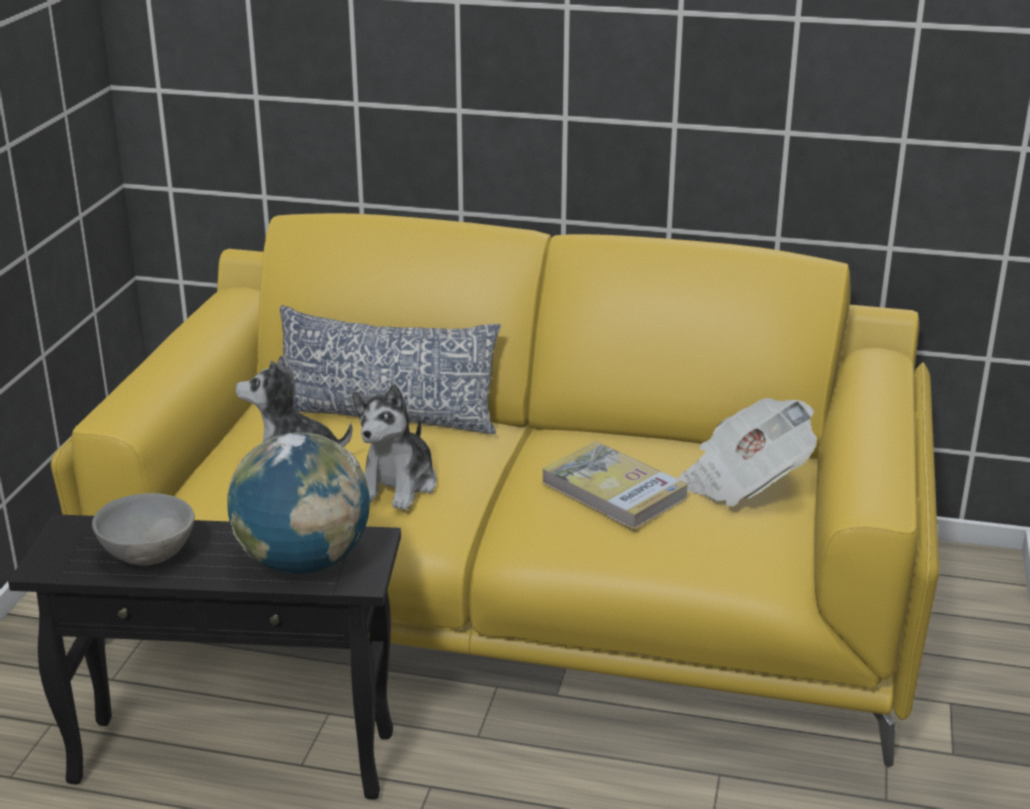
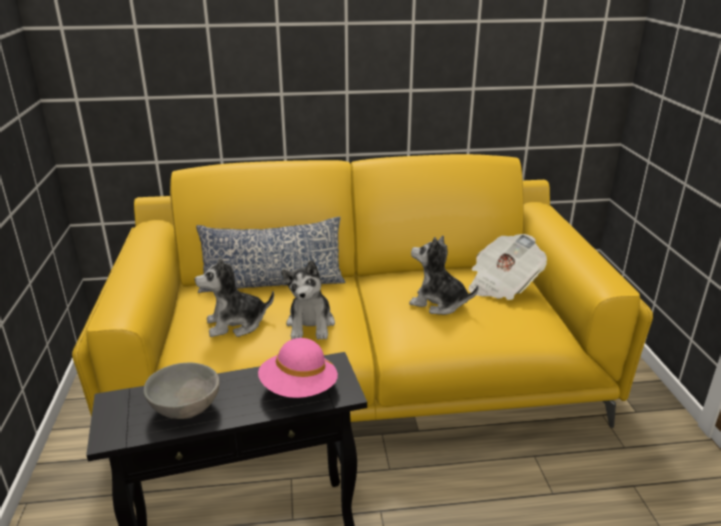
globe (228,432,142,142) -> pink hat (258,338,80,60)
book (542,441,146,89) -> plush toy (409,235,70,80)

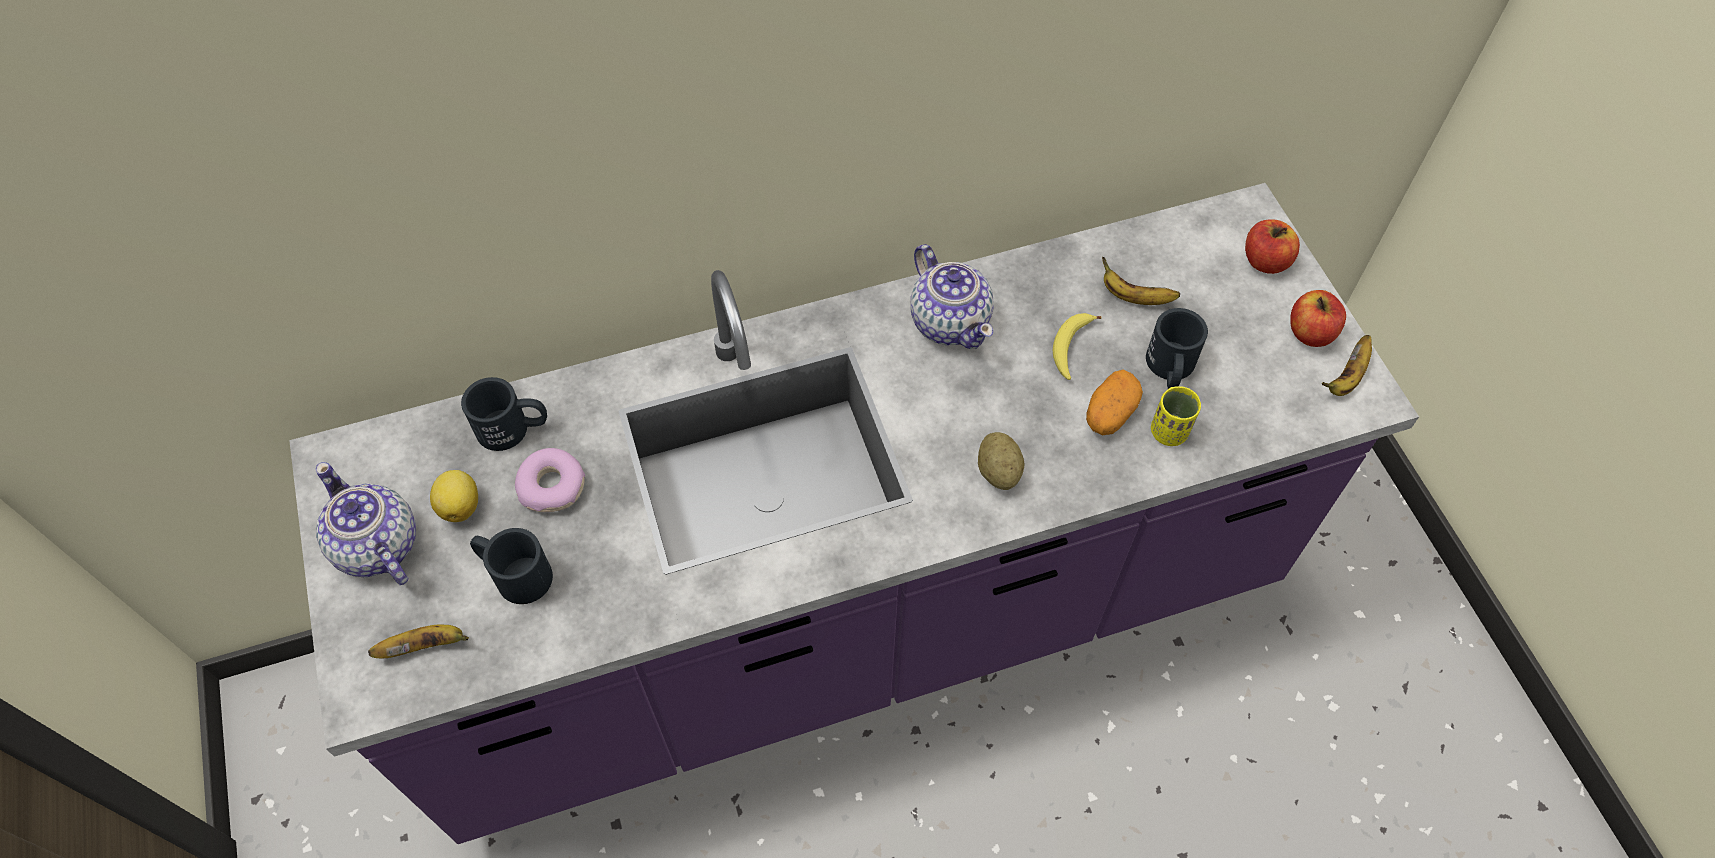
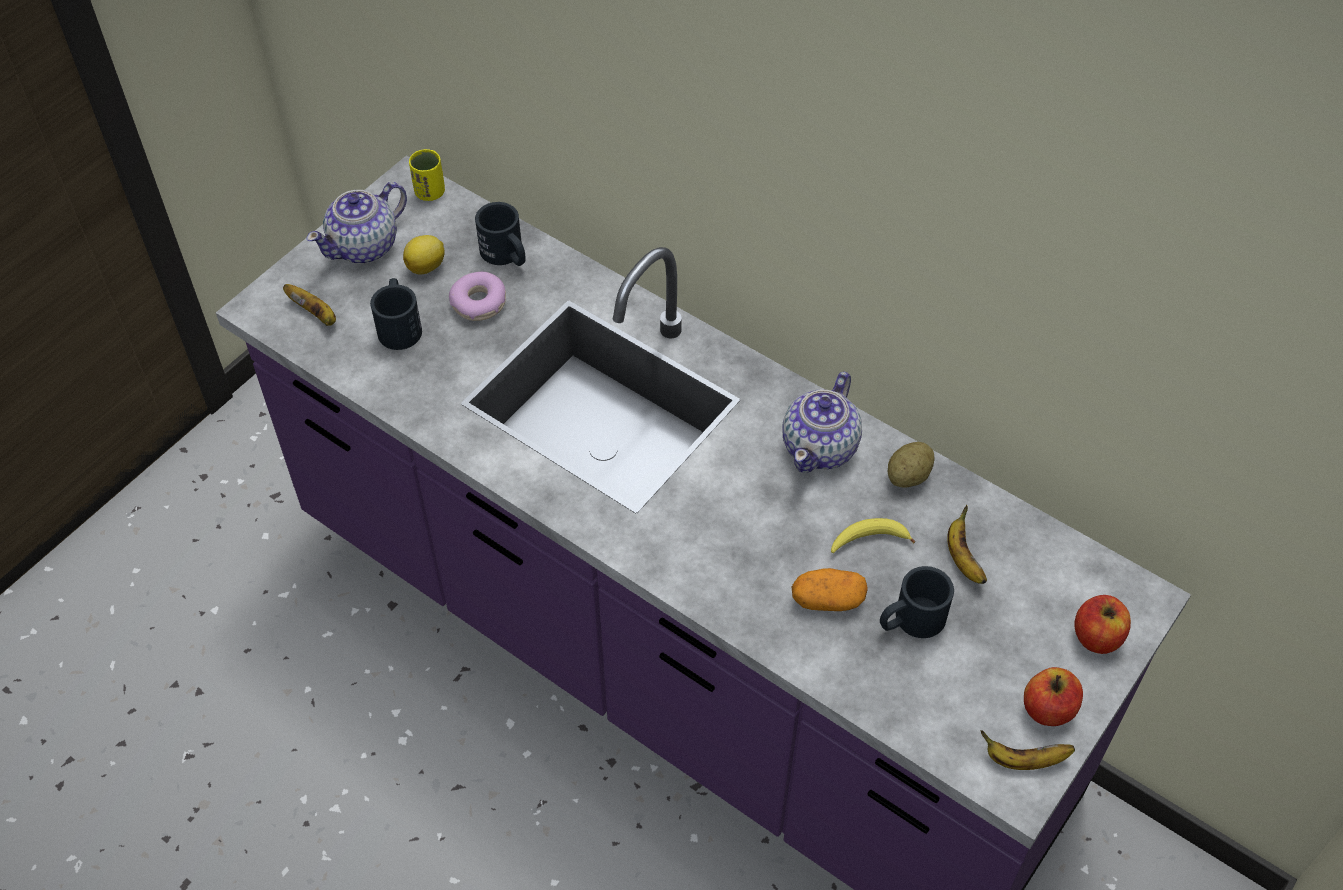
potato (978,432,46,58) -> potato (888,442,47,45), move
yellow cup (1151,386,50,60) -> yellow cup (409,149,36,52), move
teapot (316,462,100,123) -> teapot (306,182,101,81), 150 degrees counterclockwise

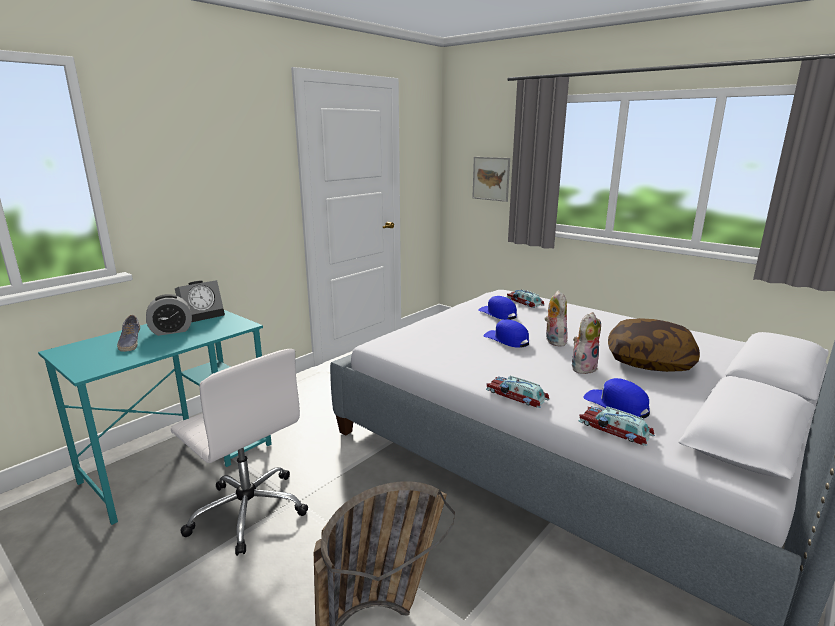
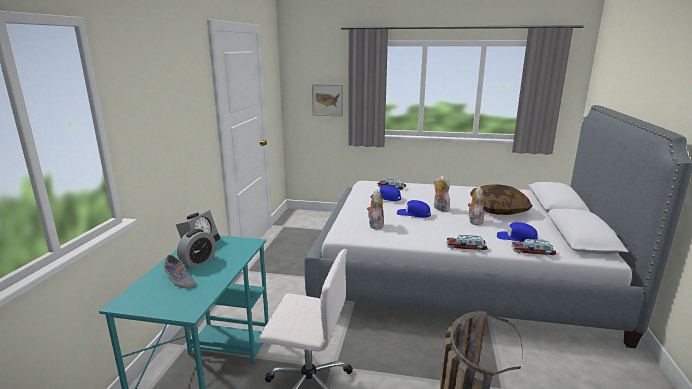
none -> plush toy (367,189,17,41)

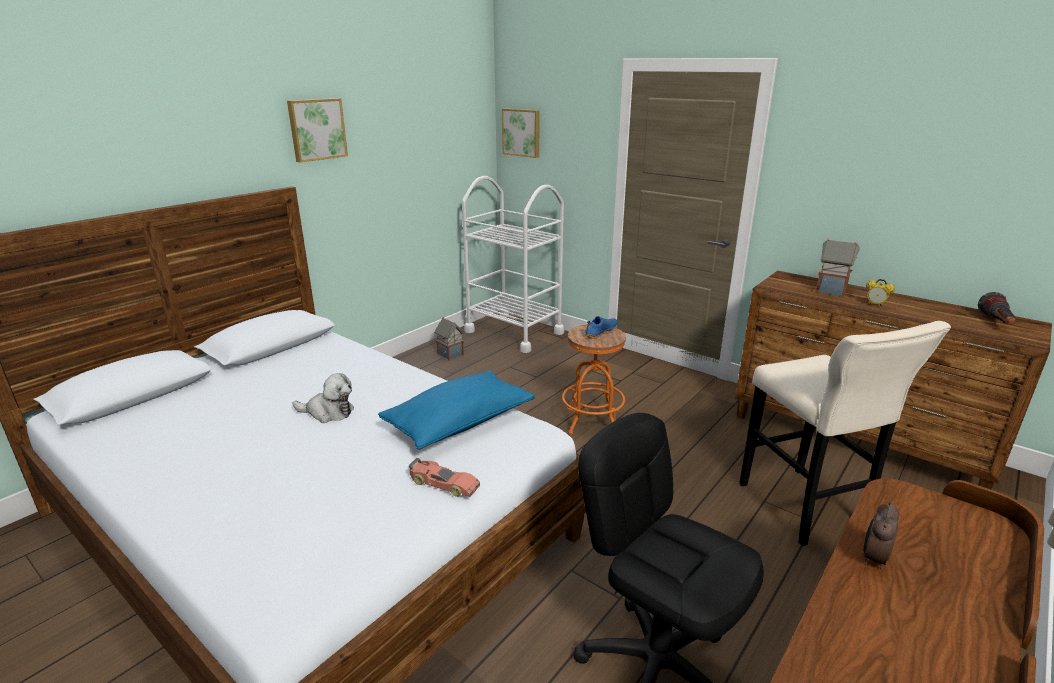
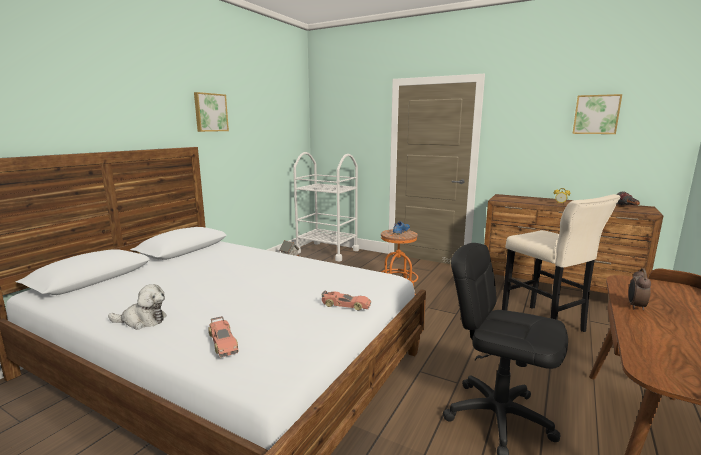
blue pillow (378,370,156,80) -> none
toy house (815,238,45,59) -> none
none -> toy car (208,316,30,41)
plush toy (293,373,61,50) -> plush toy (108,284,59,46), move
picture (502,108,38,50) -> picture (572,94,50,40), move

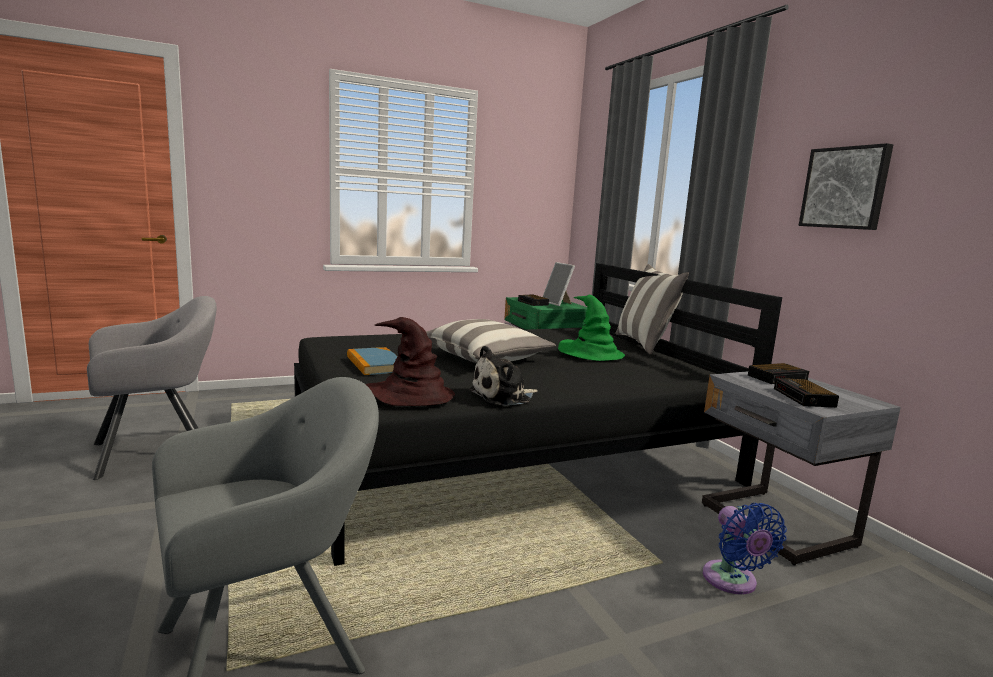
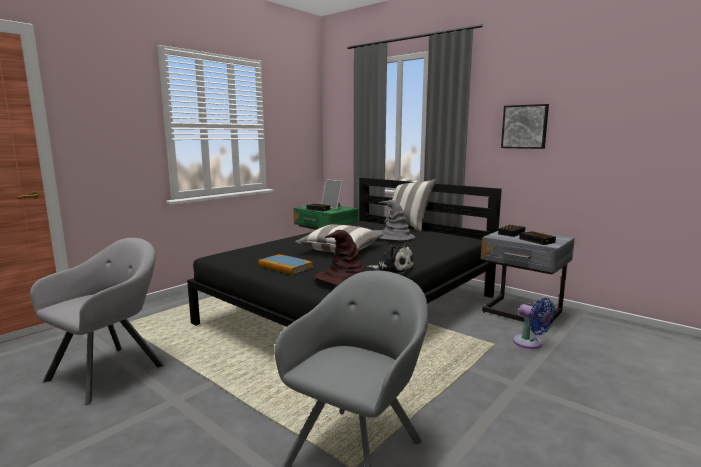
green hat (558,295,67,66) -> grey hat (374,200,41,41)
plush toy (469,346,69,60) -> plush toy (367,243,48,32), 90 degrees counterclockwise

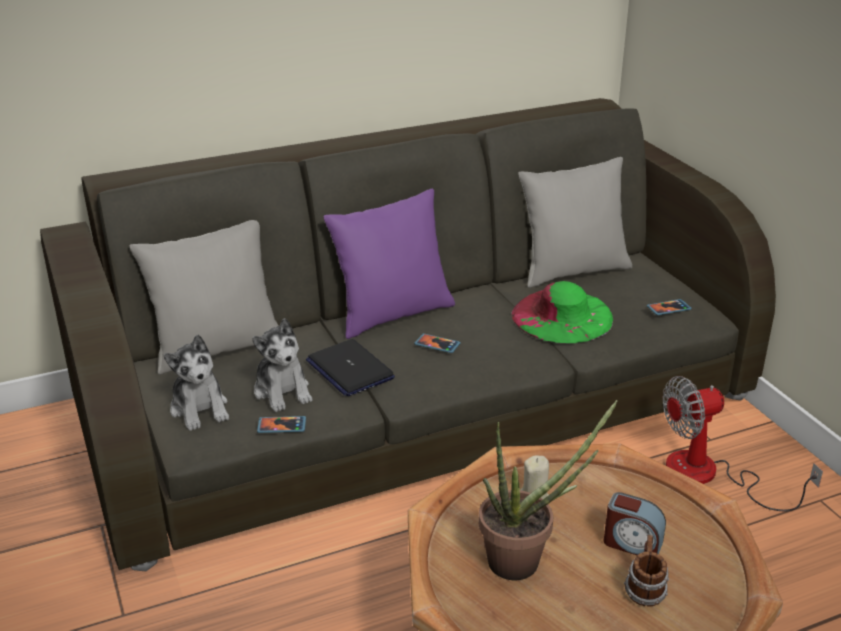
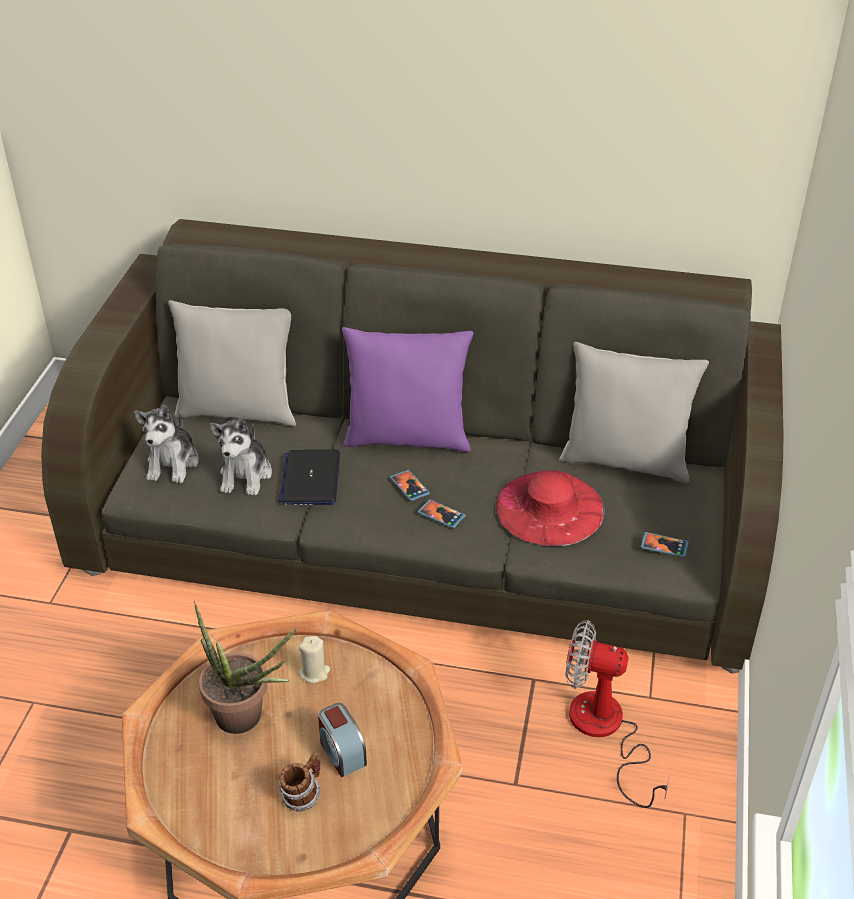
phone (257,416,49,17) -> phone (418,499,48,29), move
green hat (512,281,101,62) -> red hat (495,470,110,76)

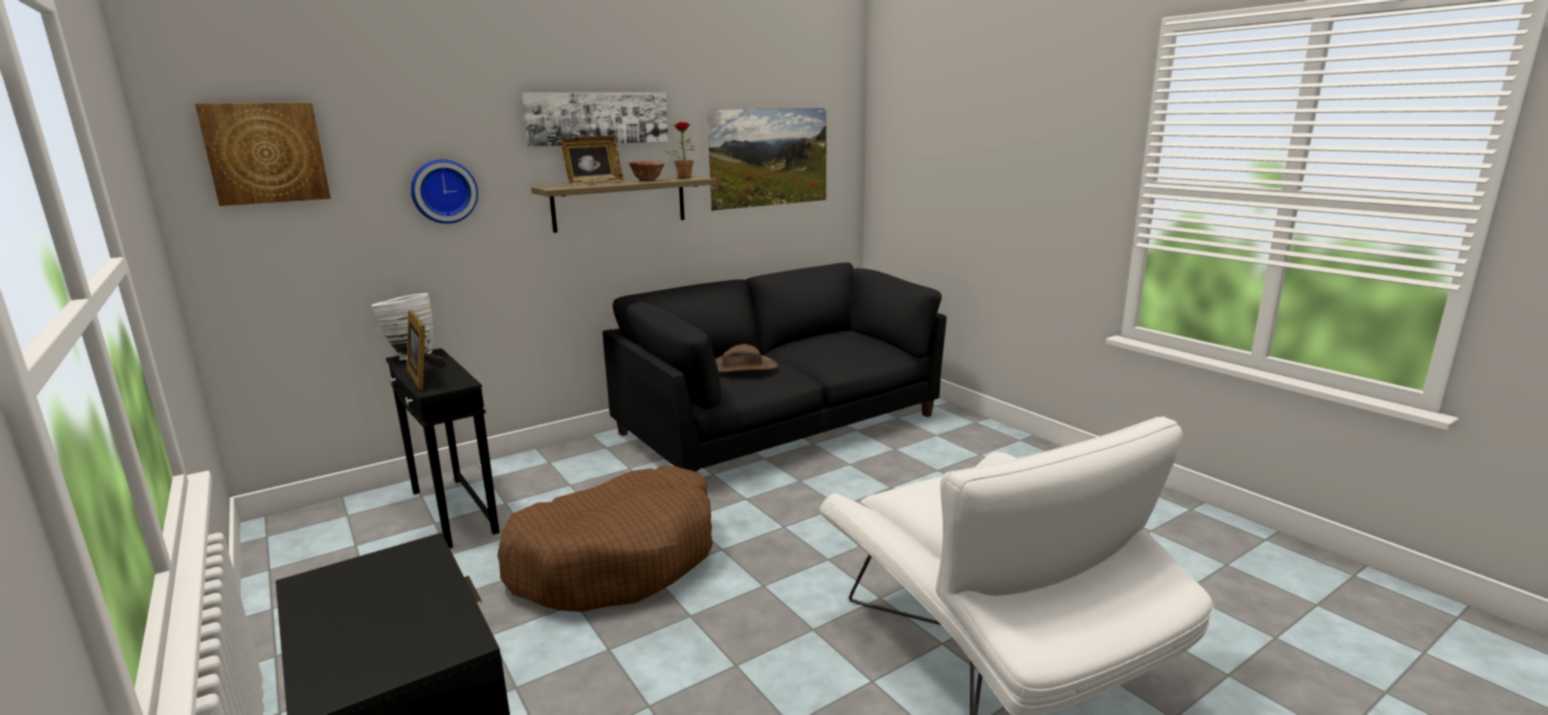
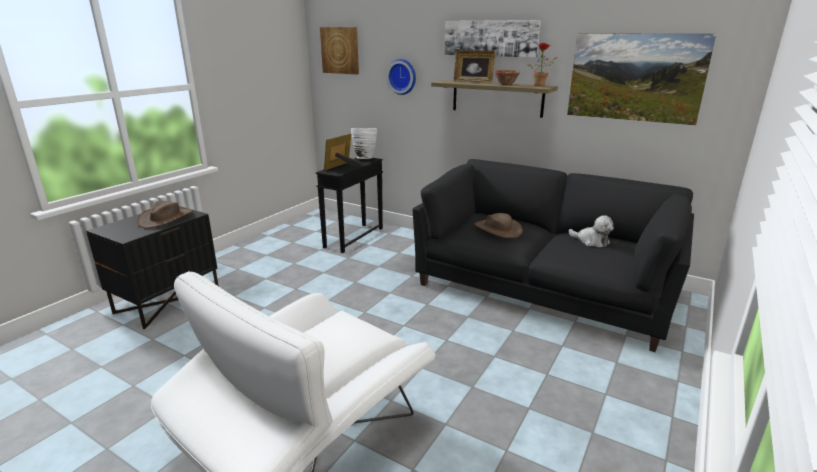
brown dog bed (497,466,216,146) -> none
none -> brown hat (137,201,56,27)
none -> plush toy (569,215,45,32)

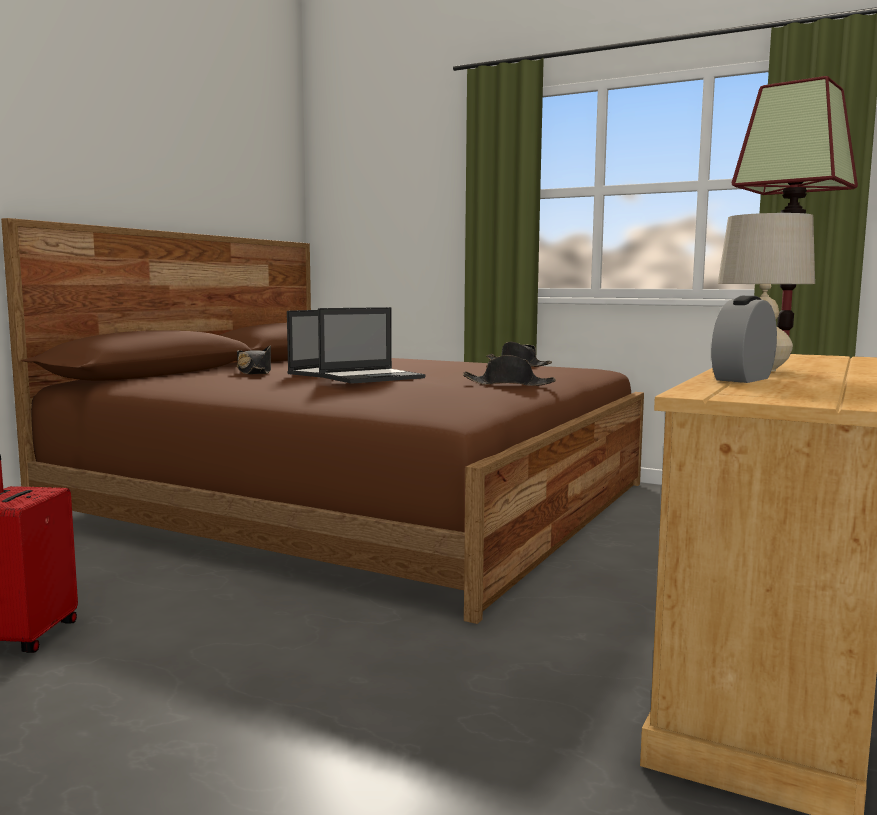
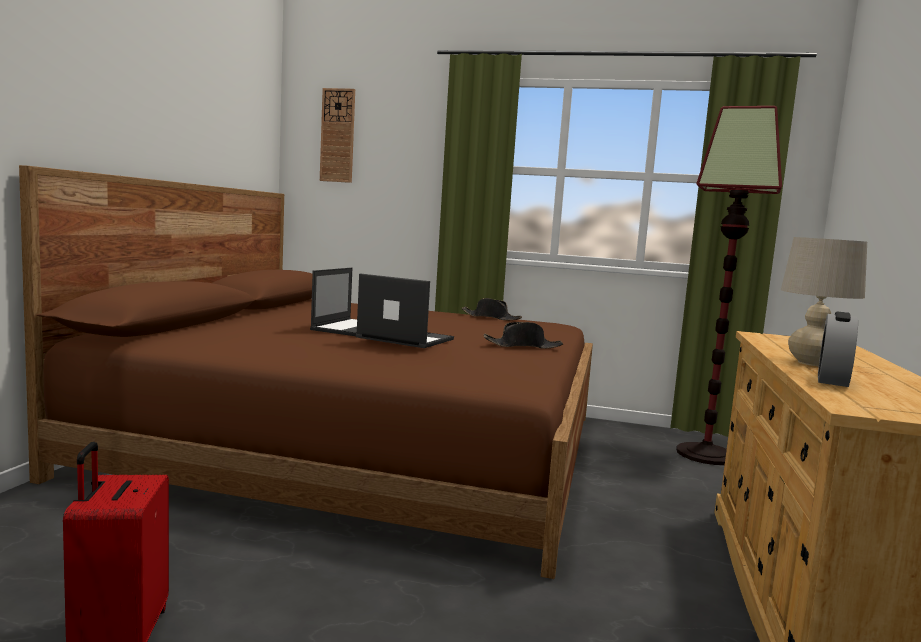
black hat (237,345,34,29) -> none
none -> wall clock (320,88,35,95)
laptop (318,307,107,77) -> laptop (356,273,98,75), 105 degrees counterclockwise

